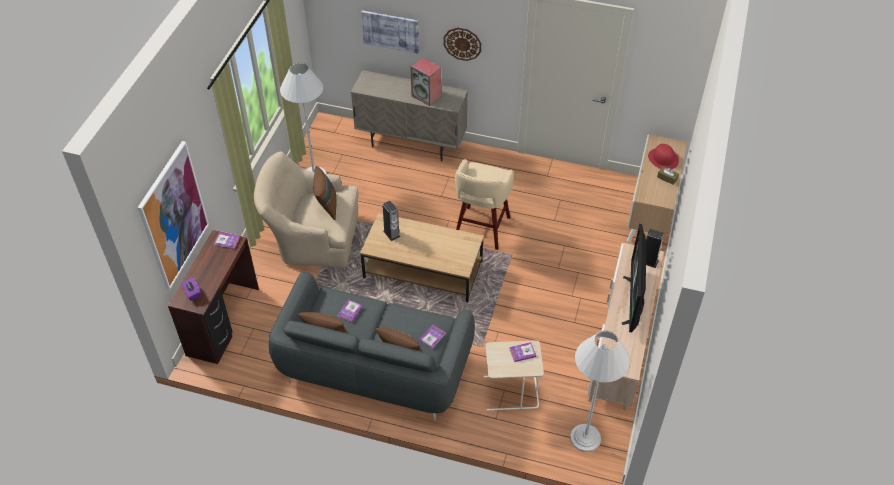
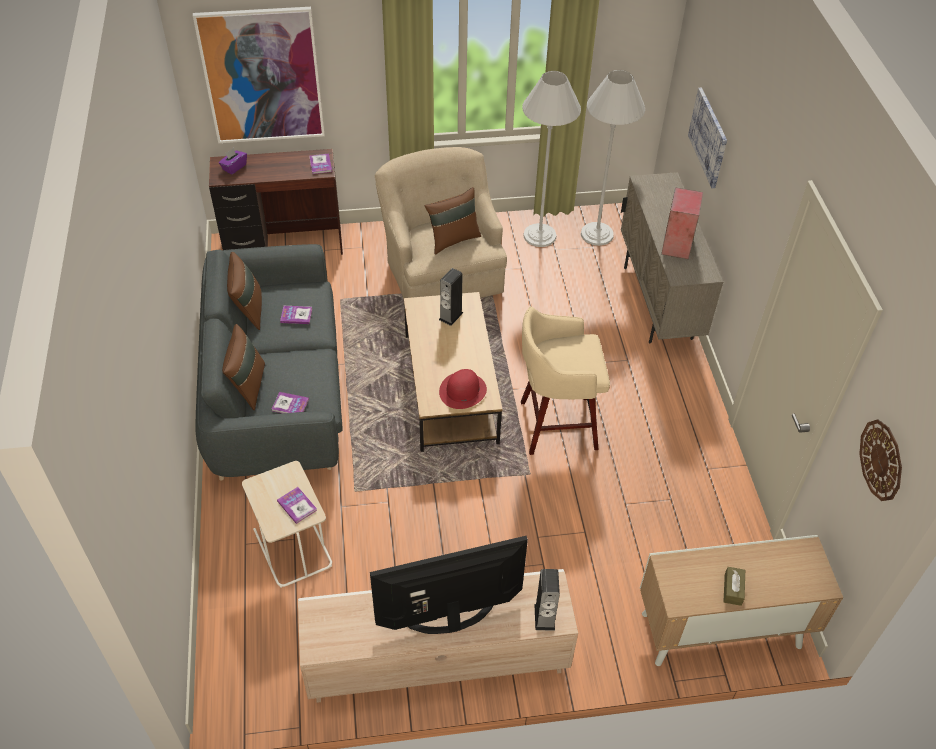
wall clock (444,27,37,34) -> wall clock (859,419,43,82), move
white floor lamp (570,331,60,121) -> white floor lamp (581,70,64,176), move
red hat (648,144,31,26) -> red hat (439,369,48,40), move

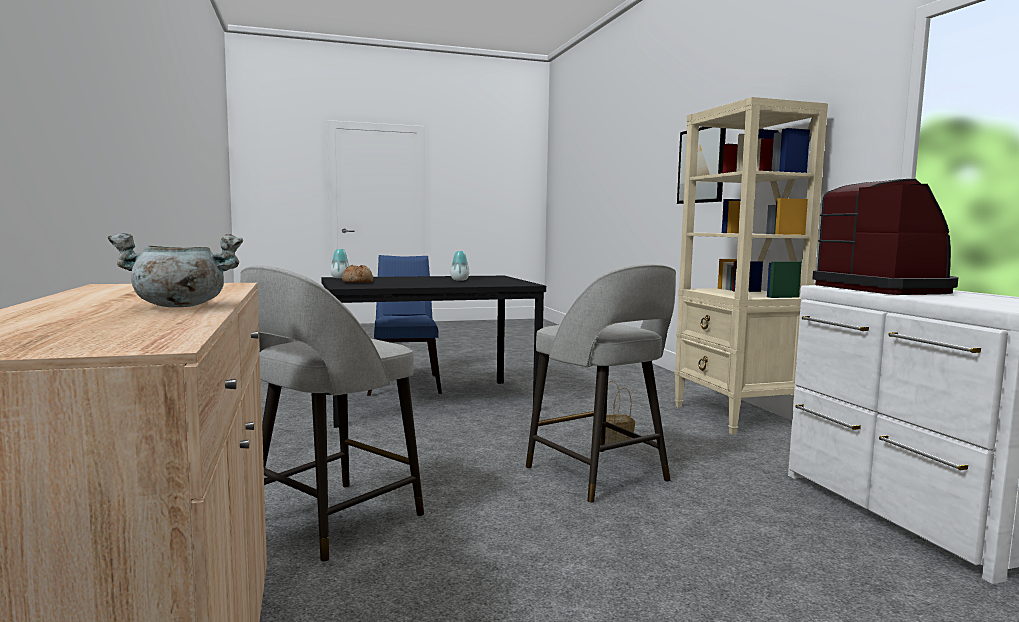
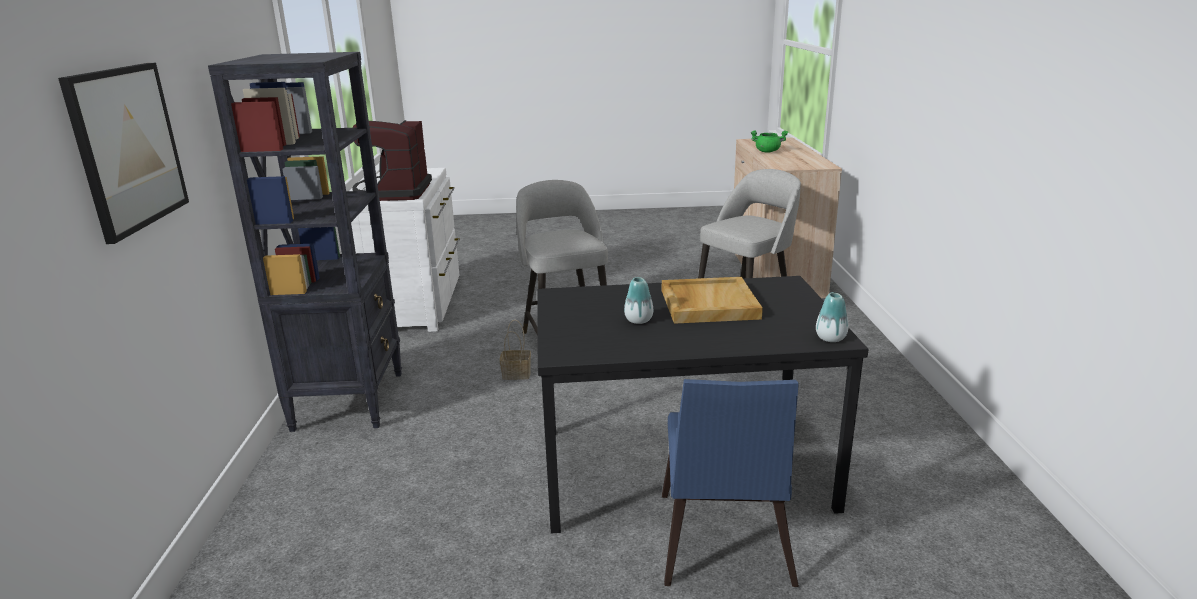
bread (342,265,31,18) -> none
none -> beige tray (662,277,101,47)
grey cooking pot (108,233,135,74) -> green cooking pot (751,130,37,23)
beige bookcase (674,97,154,338) -> black bookcase (208,52,194,380)

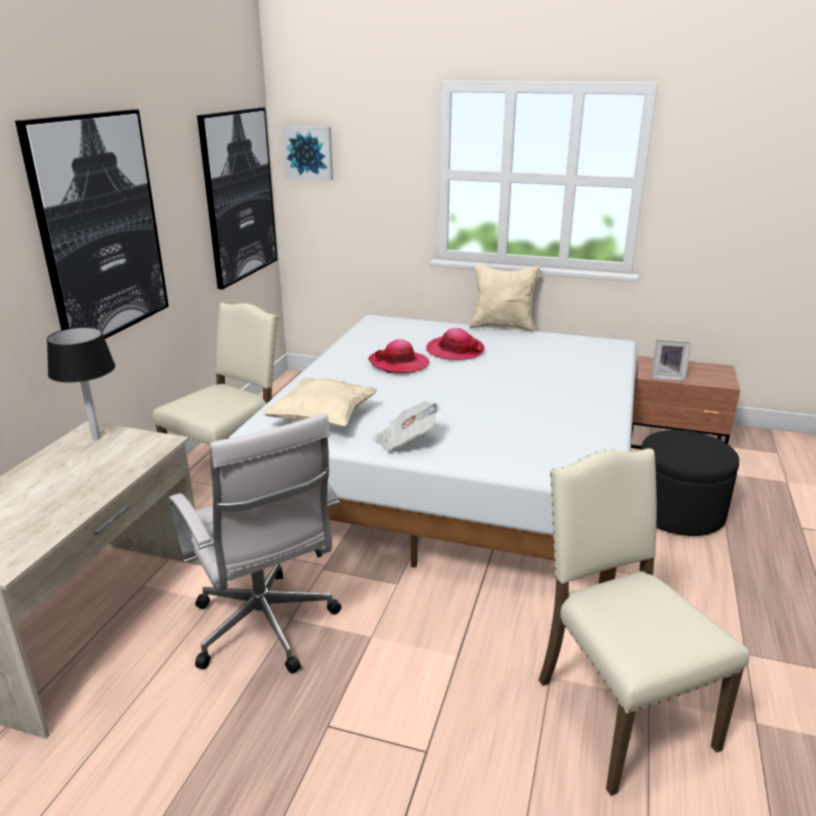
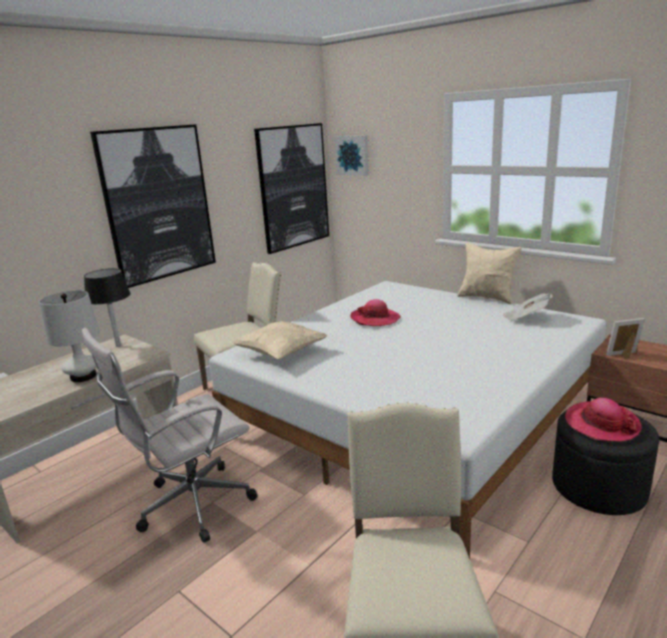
none -> white table lamp (39,290,61,92)
newspaper (373,401,68,50) -> newspaper (503,293,50,28), move
hat (426,328,59,32) -> hat (565,398,77,44), move
white office chair (169,413,172,261) -> white office chair (82,328,175,215), 60 degrees clockwise
picture frame (651,339,40,42) -> picture frame (606,318,39,41), 135 degrees clockwise

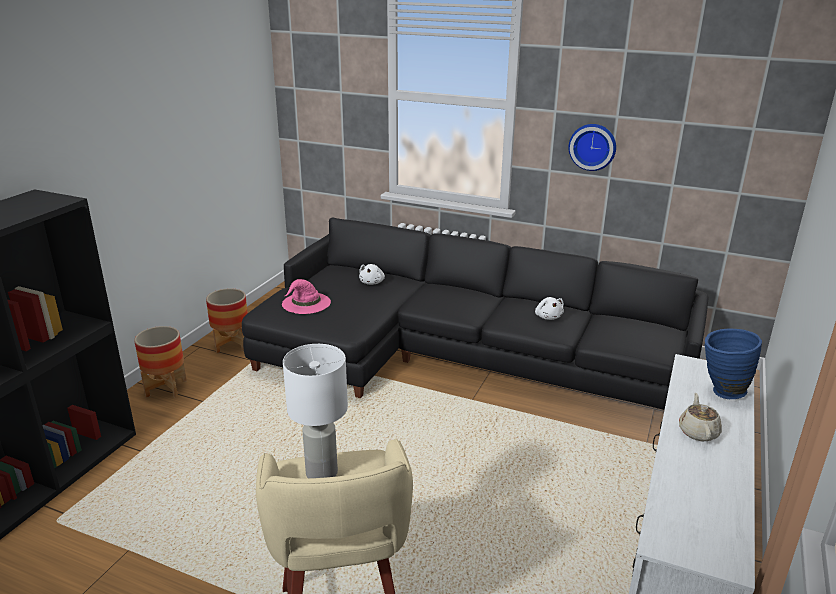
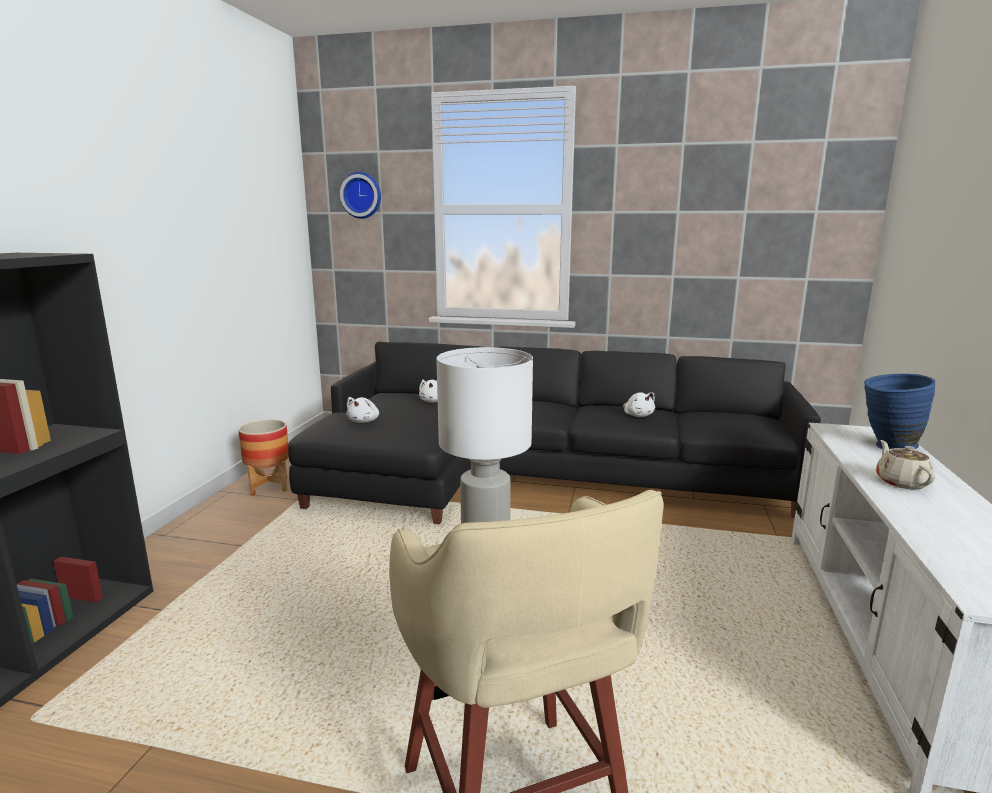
planter (134,326,53,72) -> none
wall clock (569,124,47,47) -> wall clock (340,172,41,47), move
pink hat (282,279,49,35) -> white plush toy (347,397,32,26)

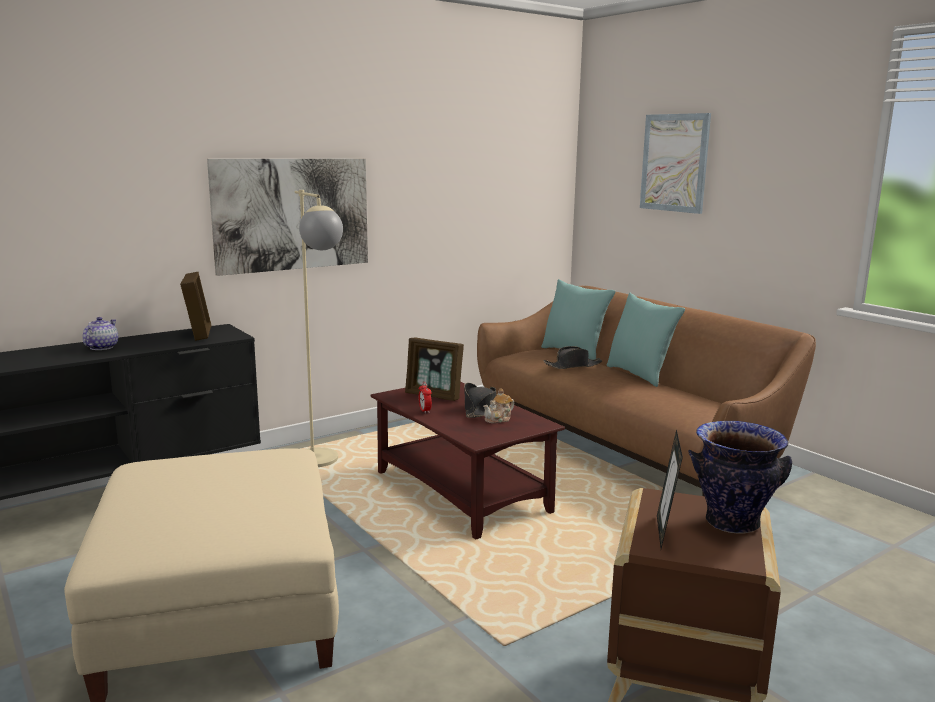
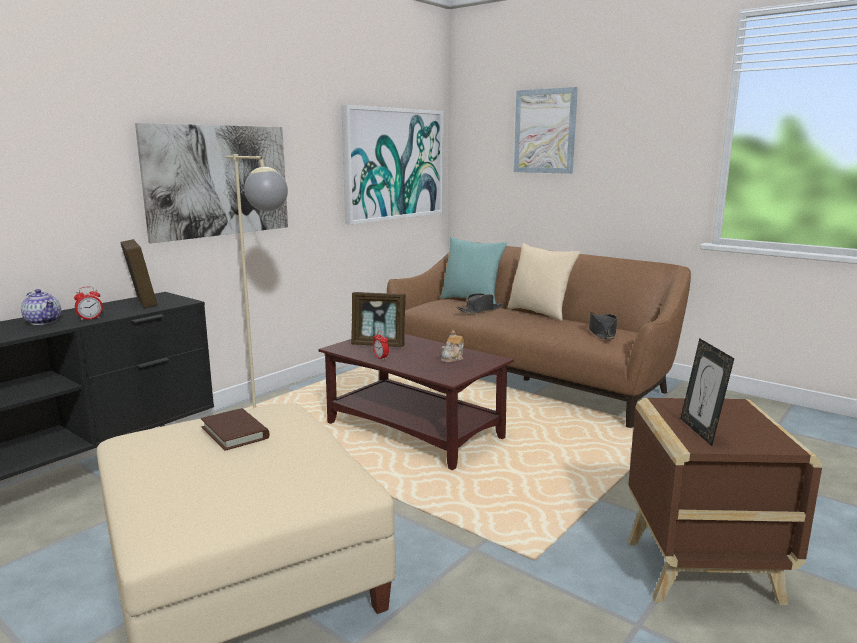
vase (688,421,104,113) -> none
none -> alarm clock (74,287,29,34)
none -> brown book (201,408,69,43)
none -> picture (341,105,103,120)
black hat (464,383,32,35) -> black hat (589,312,28,27), move
turquoise pillow (607,293,78,94) -> beige pillow (507,243,73,78)
teapot (83,317,35,33) -> teapot (21,289,40,36), 135 degrees clockwise

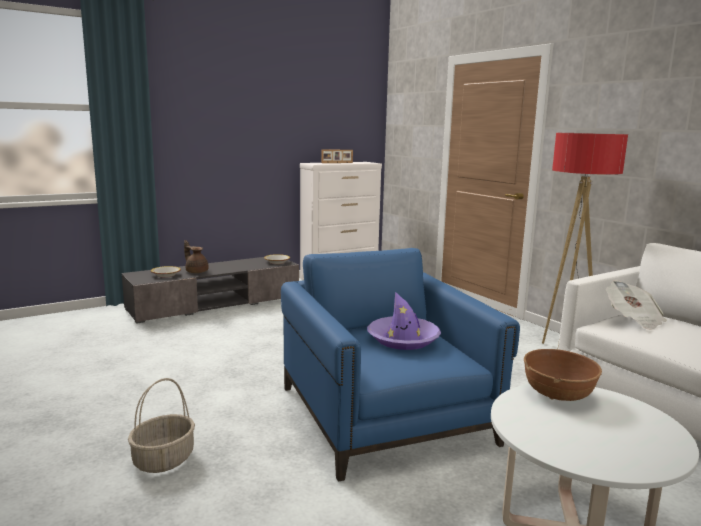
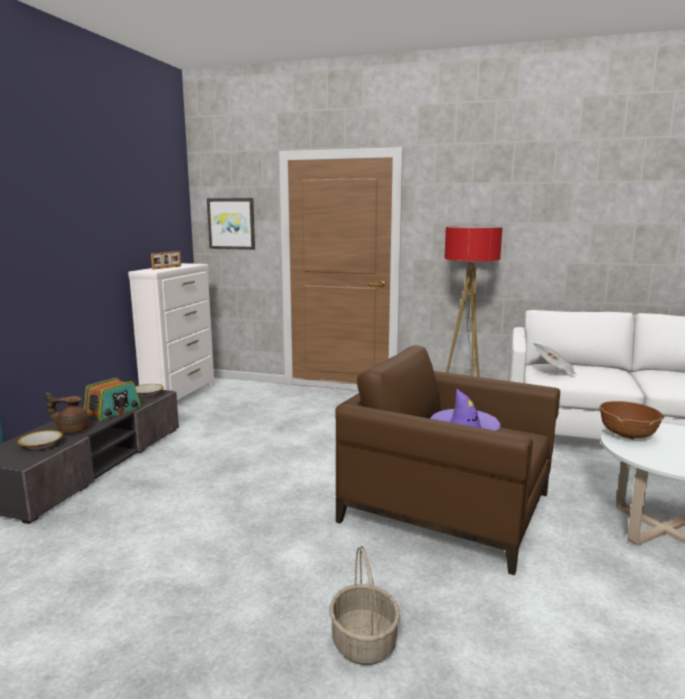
none -> radio (84,378,57,43)
none -> picture (207,198,48,52)
blue armchair (281,248,239,234) -> brown armchair (335,345,225,230)

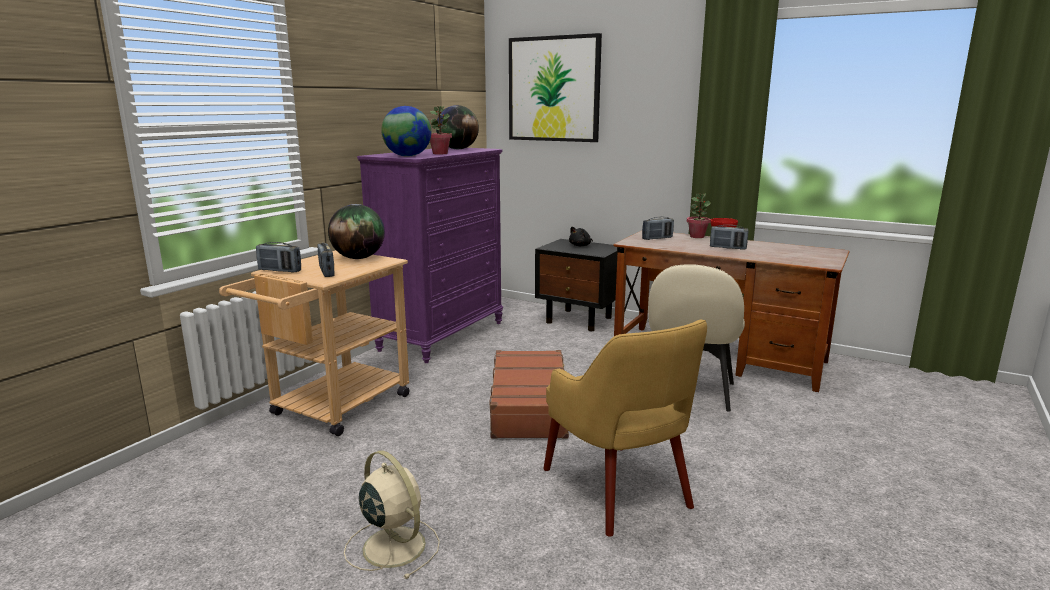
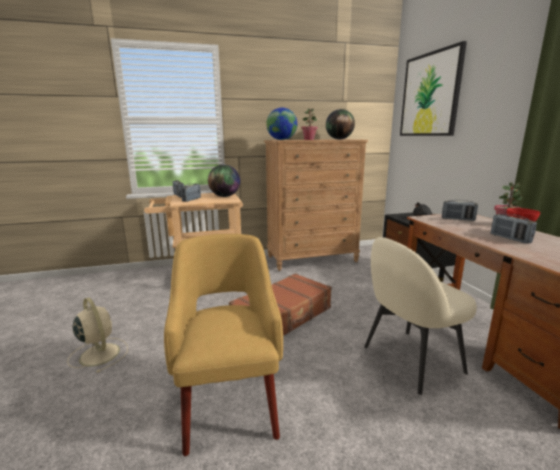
purple dresser (357,148,146,215) -> brown dresser (264,139,104,132)
beige fan (344,450,96,129) -> beige fan (67,297,61,76), 45 degrees counterclockwise
yellow armchair (543,320,164,217) -> yellow armchair (164,234,119,222), 150 degrees clockwise

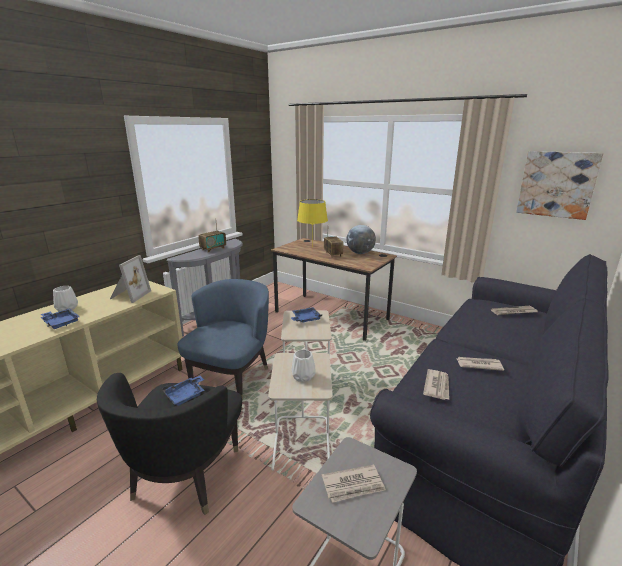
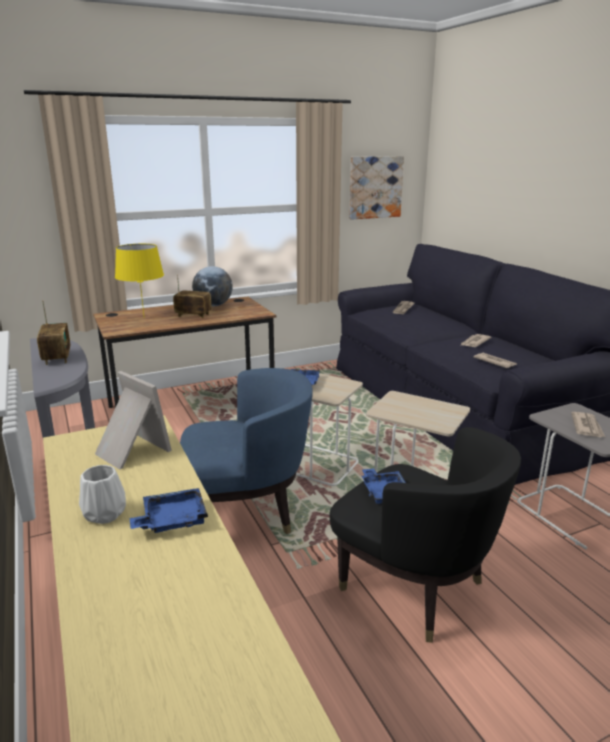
white vase (291,350,24,32) -> none
blue armchair (177,279,92,121) -> blue armchair (180,368,133,166), 120 degrees clockwise

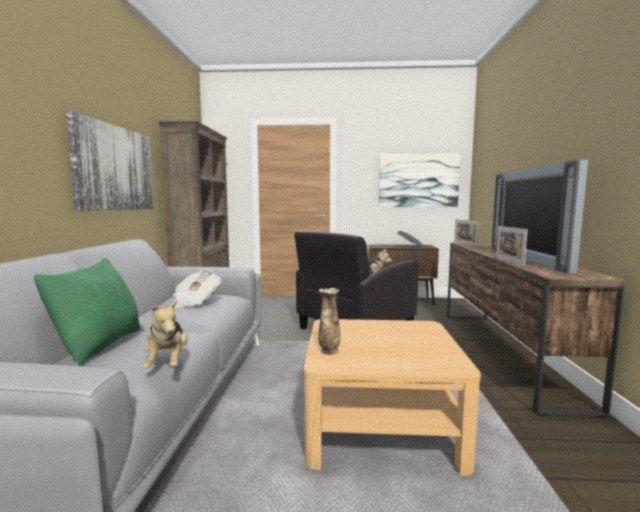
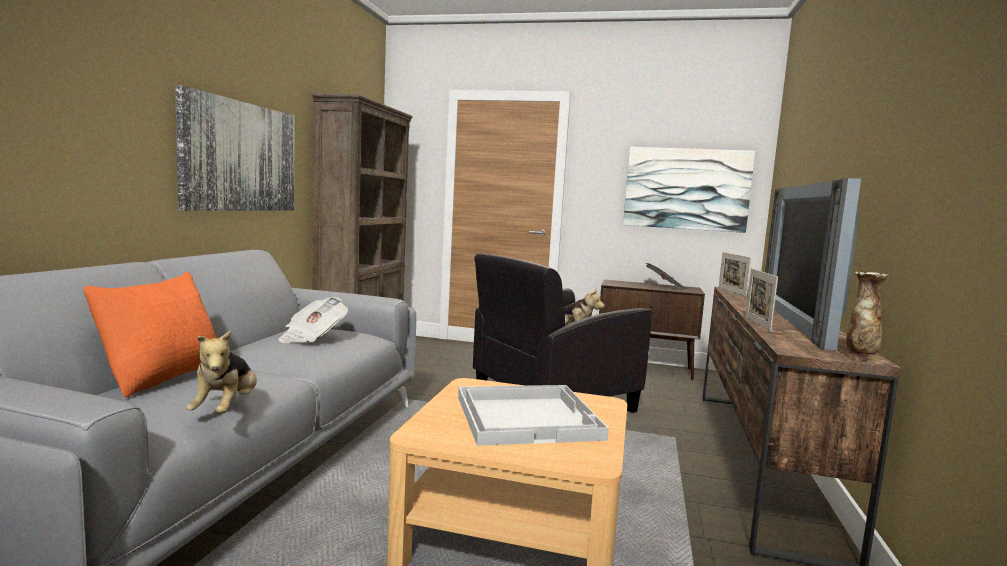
none -> white tray (458,385,151,61)
vase (319,288,21,67) -> vase (846,272,43,89), move
green pillow (34,258,106,107) -> orange pillow (84,272,132,125)

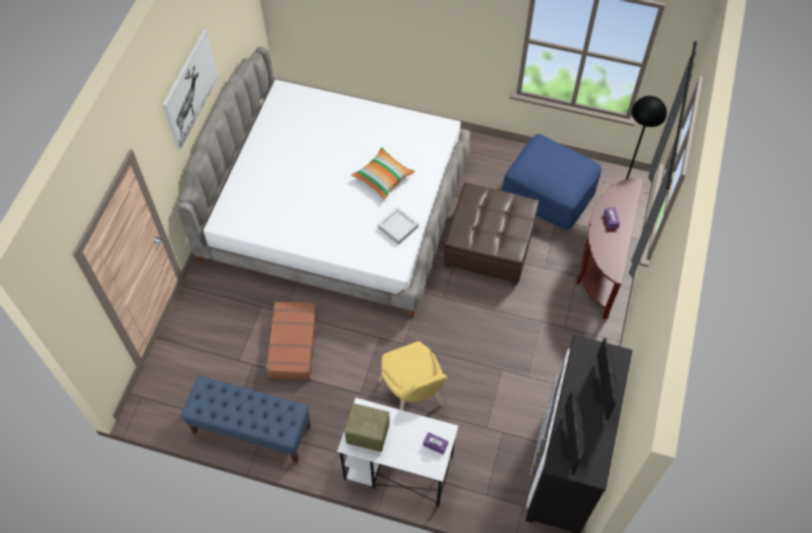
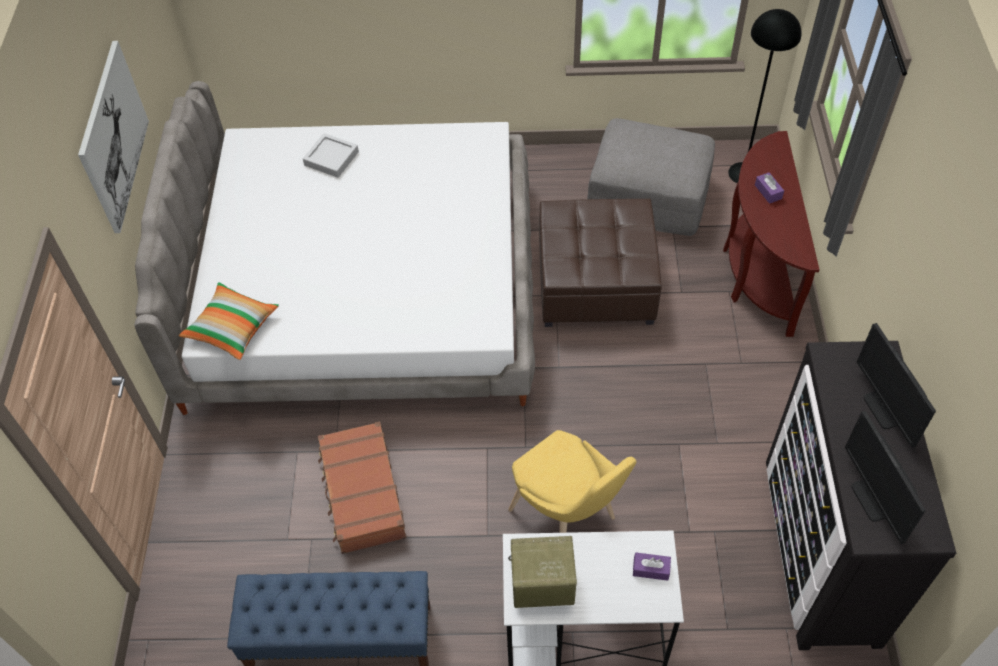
pillow (351,147,64,53) -> pillow (179,282,100,78), move
grey tray (378,207,41,38) -> grey tray (303,133,56,45), move
blue ottoman (502,134,100,96) -> grey ottoman (587,118,128,118)

